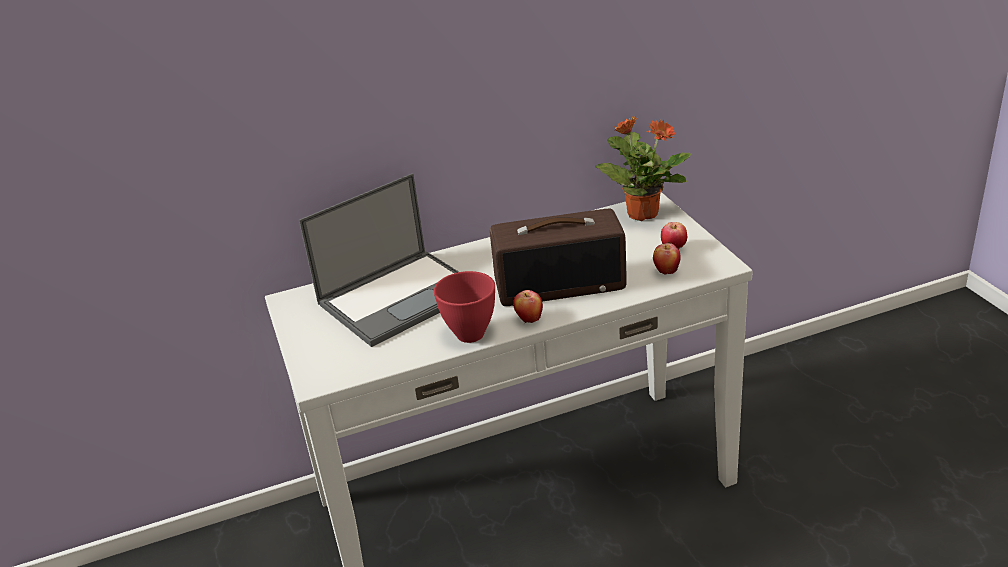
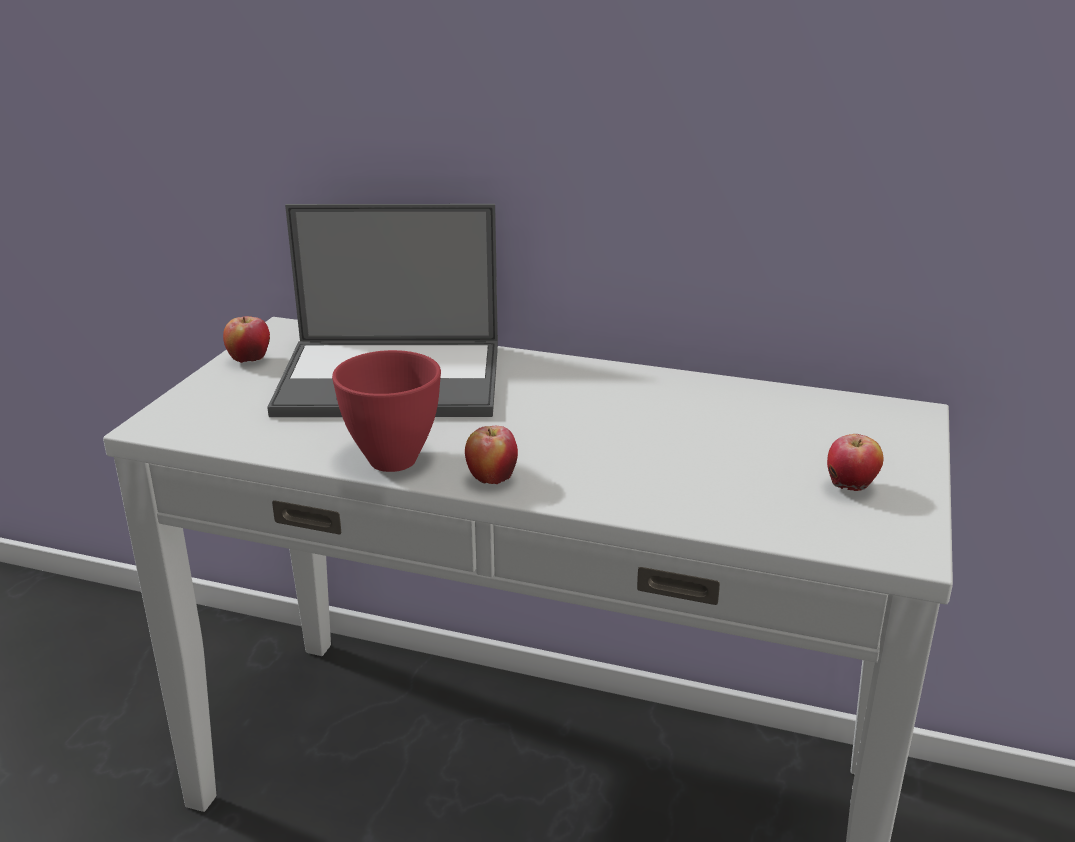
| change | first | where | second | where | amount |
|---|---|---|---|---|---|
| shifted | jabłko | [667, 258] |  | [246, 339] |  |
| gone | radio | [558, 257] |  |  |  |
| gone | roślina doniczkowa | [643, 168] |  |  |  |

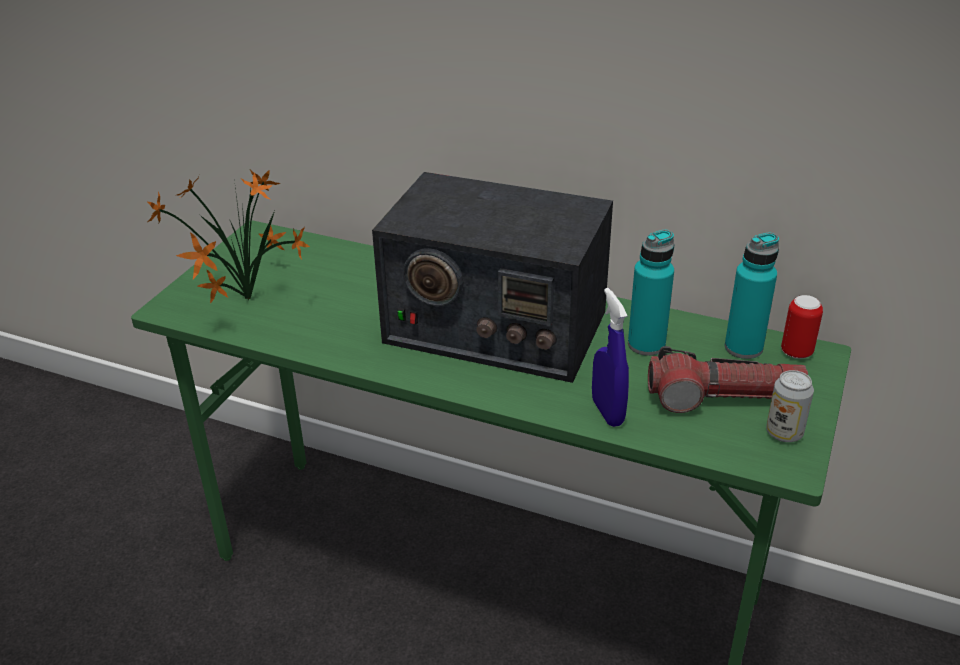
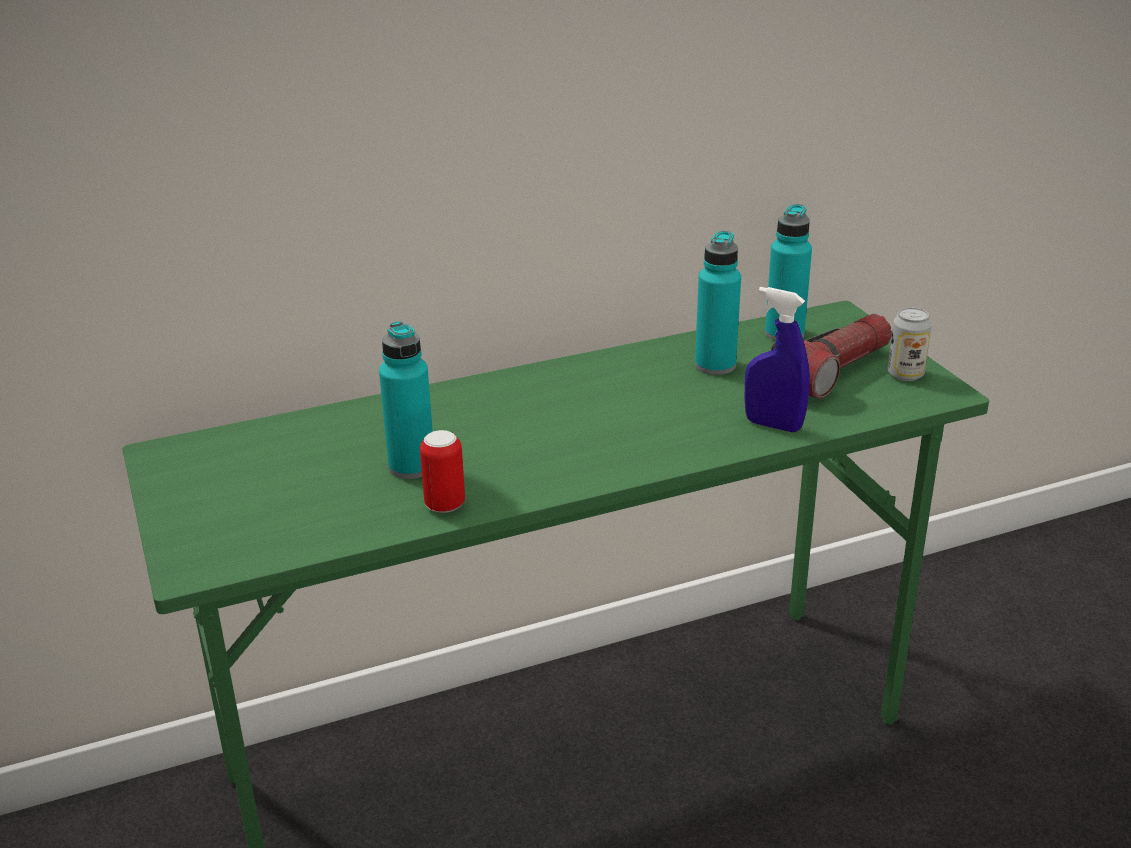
| change | first | where | second | where | amount |
|---|---|---|---|---|---|
| new |  |  | butelka (turkusowy) | [406, 400] |  |
| shifted | puszka | [802, 327] |  | [442, 471] |  |
| gone | roślina doniczkowa | [228, 236] |  |  |  |
| gone | radio | [492, 277] |  |  |  |

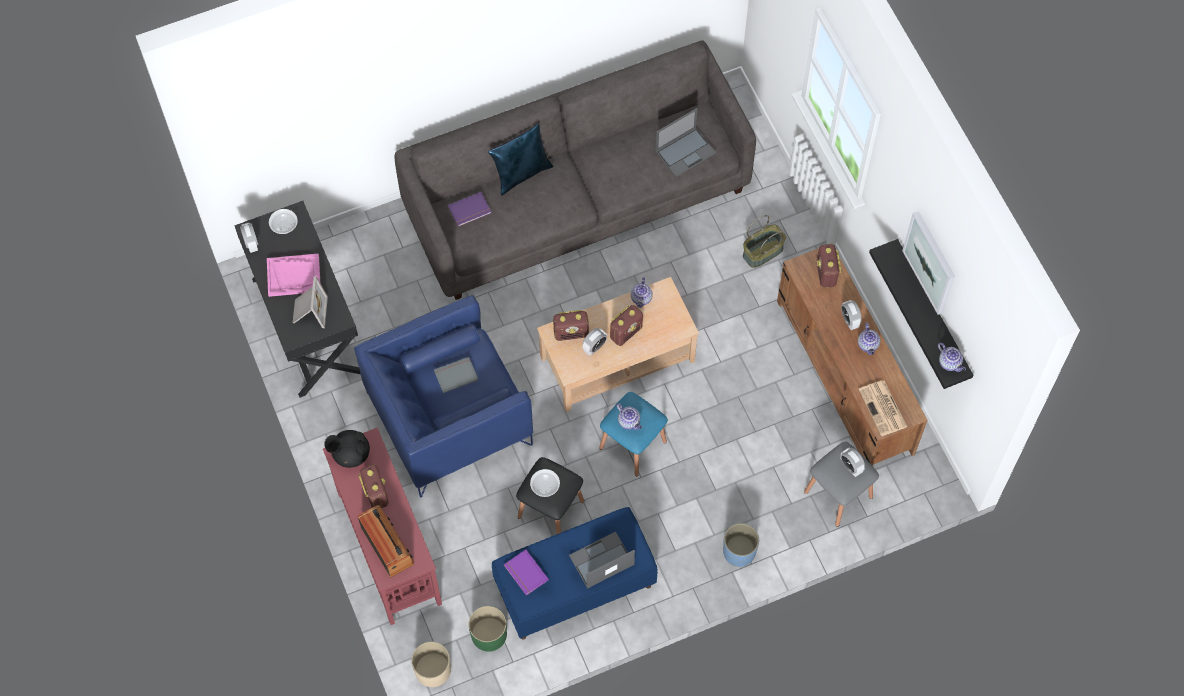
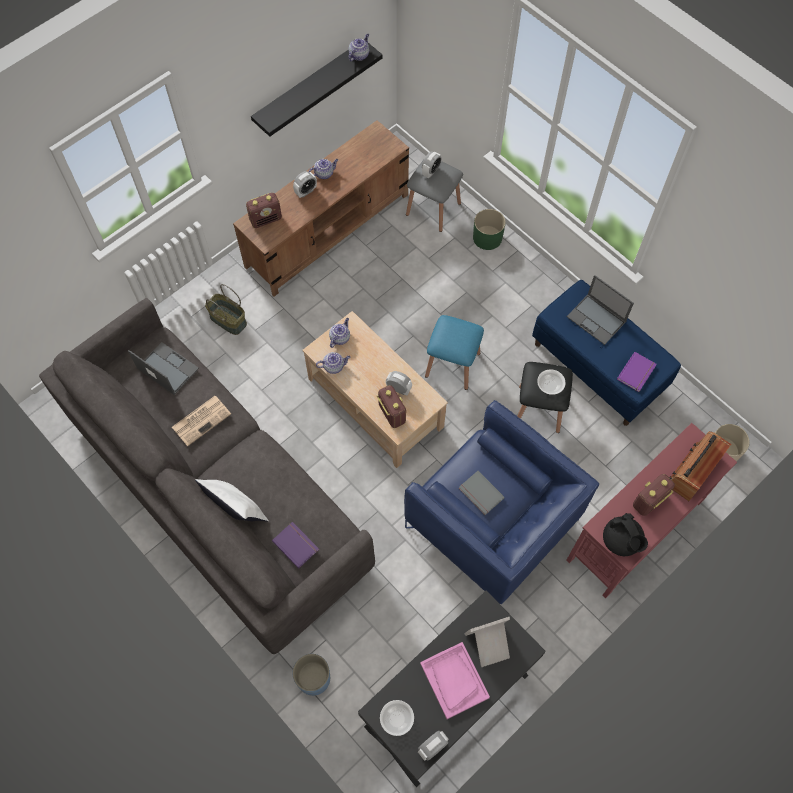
| change | first | where | second | where | amount |
|---|---|---|---|---|---|
| shifted | gazeta | [883, 408] |  | [201, 421] |  |
| repainted | poduszka (niebieski) | [520, 159] | poduszka (biały) | [232, 500] |  |
| shifted | donica (niebieski) | [741, 545] |  | [311, 675] |  |
| shifted | imbryk | [629, 416] |  | [339, 333] |  |
| shifted | donica (zielony) | [487, 629] |  | [489, 229] |  |
| gone | radio | [626, 325] |  |  |  |
| gone | obraz | [928, 262] |  |  |  |

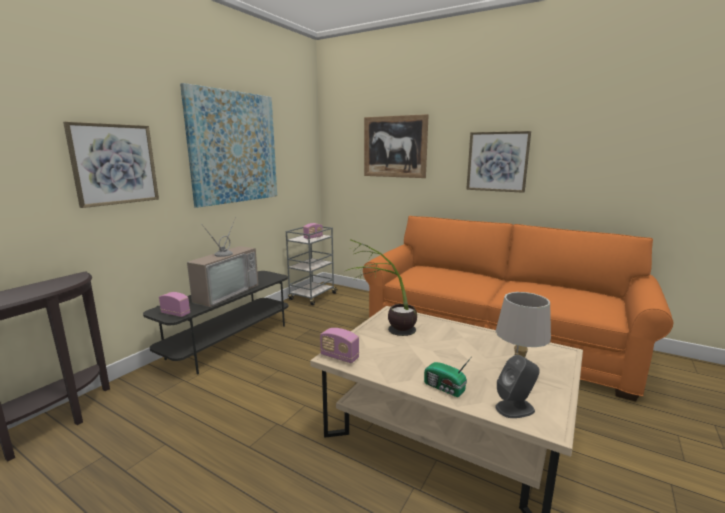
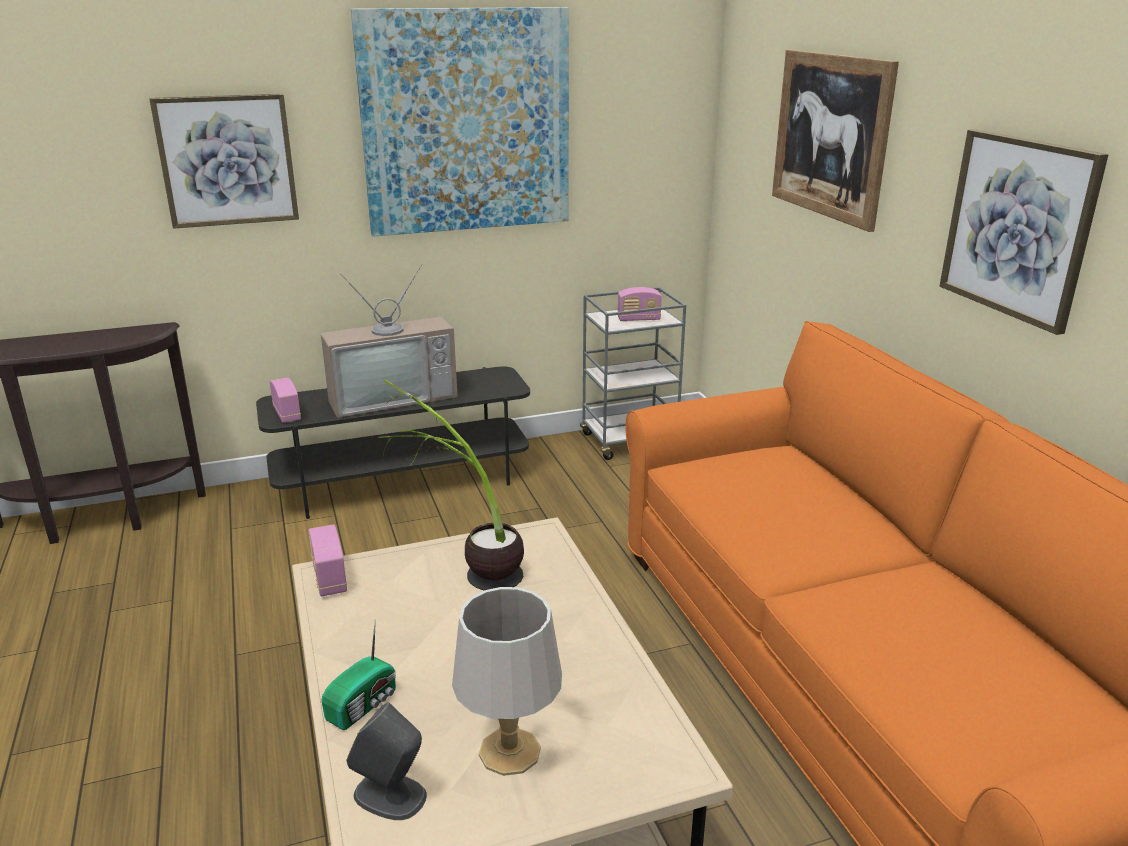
| change | first | where | second | where | amount |
|---|---|---|---|---|---|
| rotated | radio | [447, 377] |  | [358, 674] | 135 degrees counterclockwise |

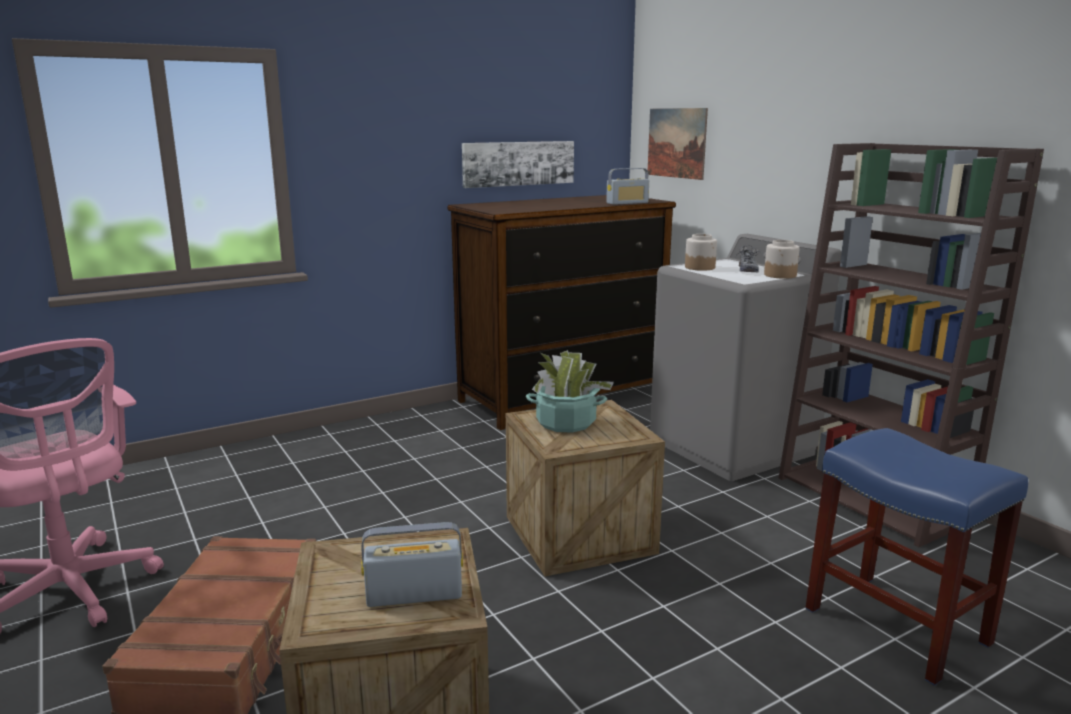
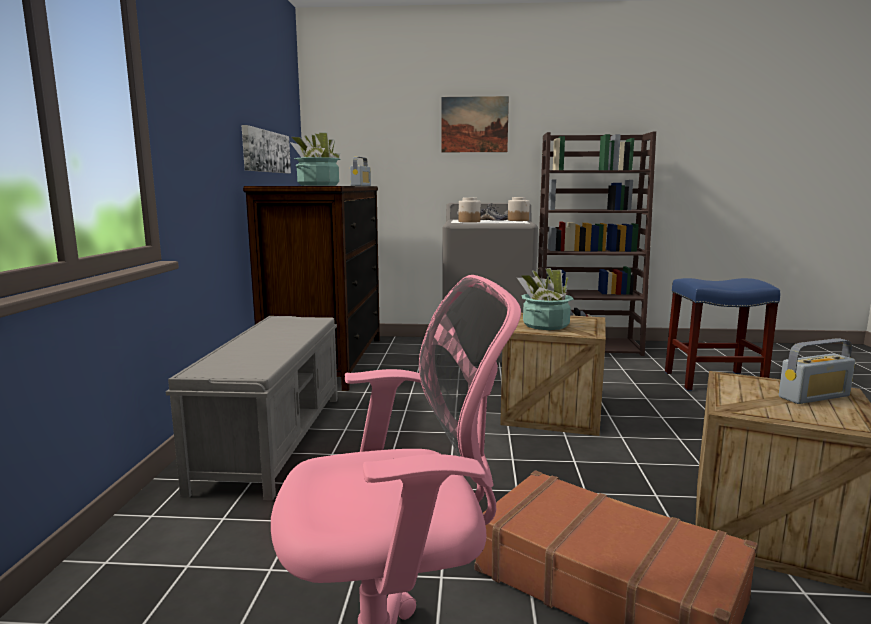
| change | first | where | second | where | amount |
|---|---|---|---|---|---|
| new |  |  | ławka (szary) | [252, 408] |  |
| new |  |  | roślina doniczkowa | [315, 159] |  |
| shifted | obraz | [678, 144] |  | [475, 124] |  |
| rotated | radio | [412, 564] |  | [816, 371] | 135 degrees counterclockwise |

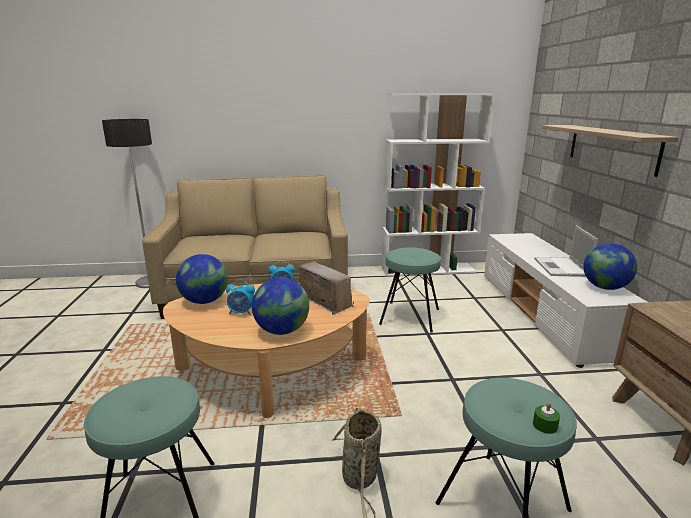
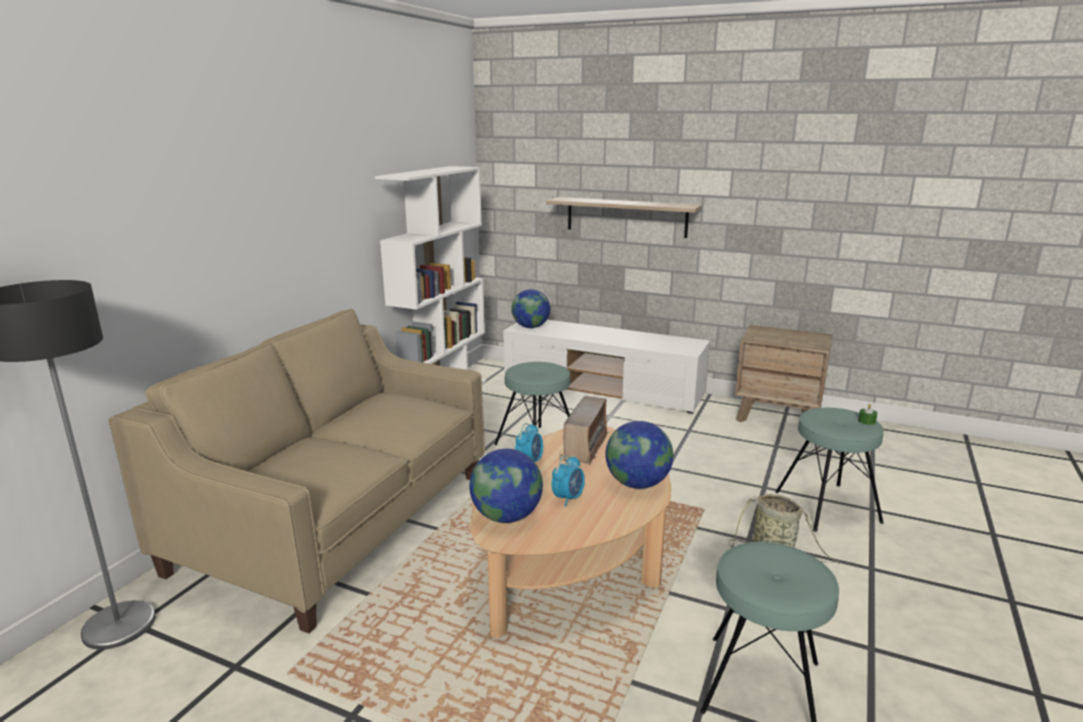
| change | first | where | second | where | amount |
|---|---|---|---|---|---|
| shifted | globus | [610, 266] |  | [530, 308] |  |
| rotated | radio | [325, 288] |  | [584, 430] | 120 degrees clockwise |
| gone | laptop | [566, 251] |  |  |  |

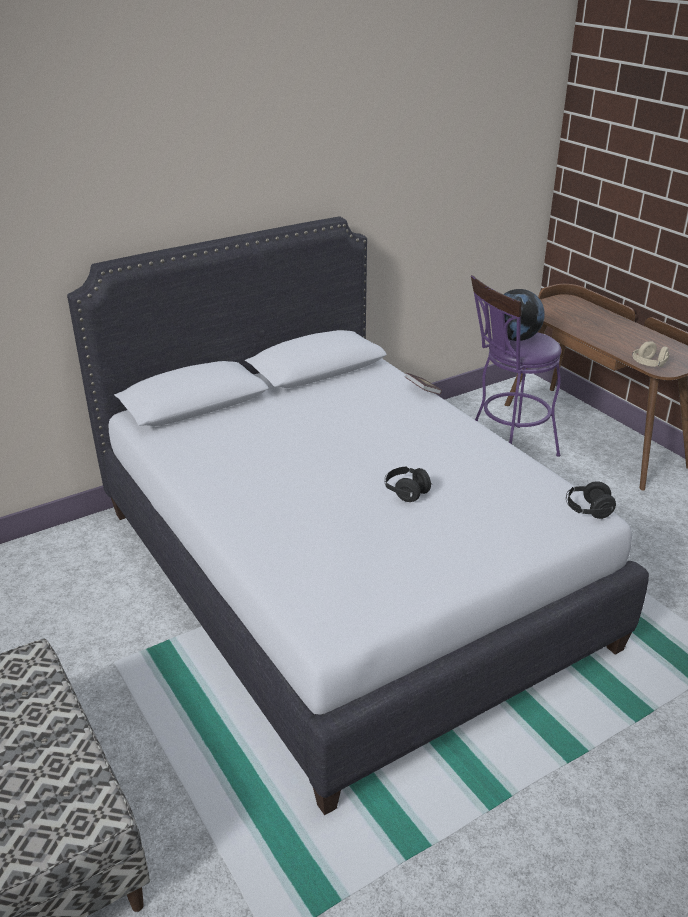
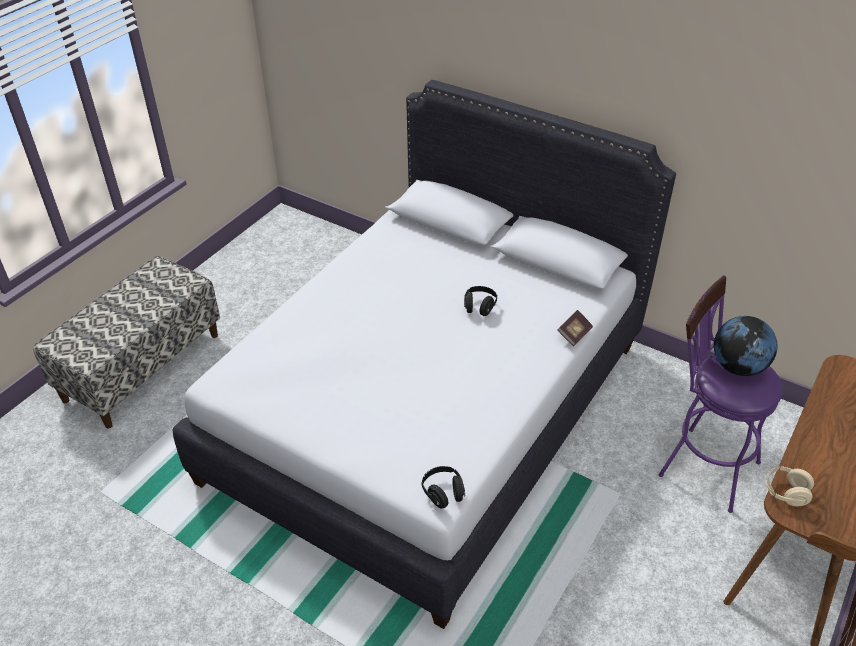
| change | first | where | second | where | amount |
|---|---|---|---|---|---|
| shifted | słuchawki (czarny) | [408, 484] |  | [480, 301] |  |

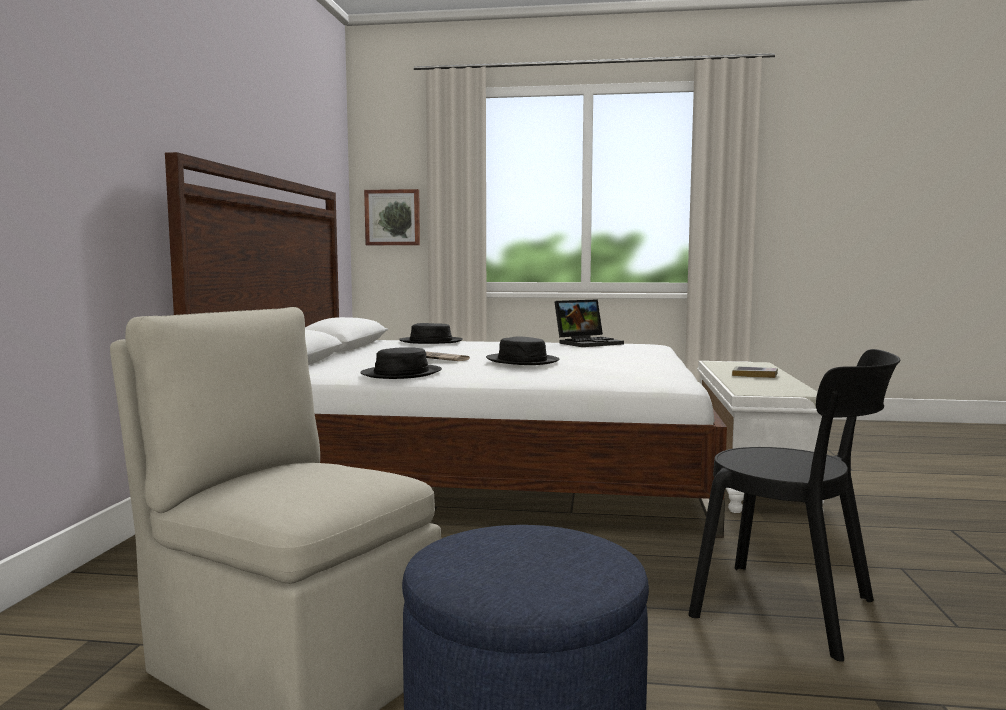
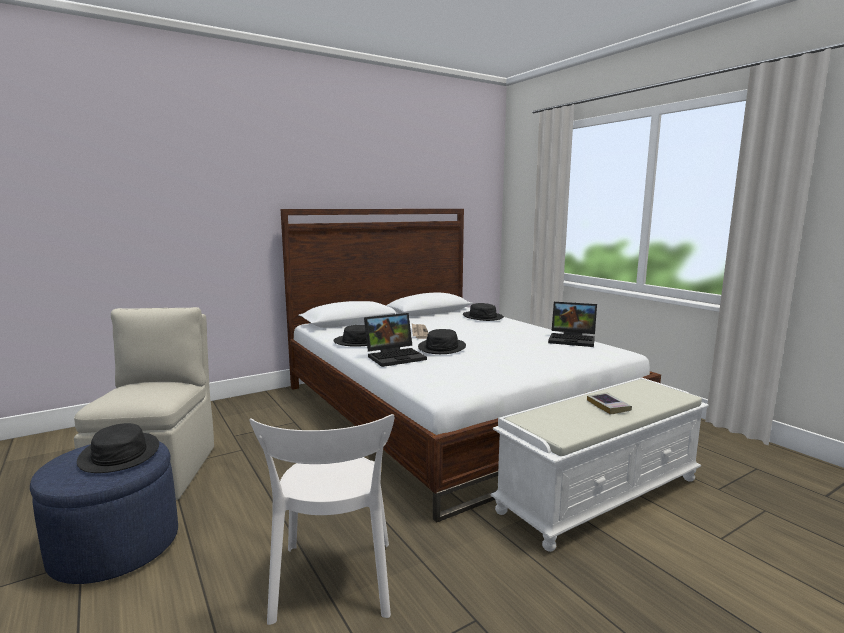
| change | first | where | second | where | amount |
|---|---|---|---|---|---|
| new |  |  | kapelusz (czarny) | [118, 448] |  |
| repainted | krzesło (czarny) | [794, 505] | krzesło (biały) | [321, 519] |  |
| new |  |  | laptop | [395, 340] |  |
| gone | obraz | [392, 217] |  |  |  |

